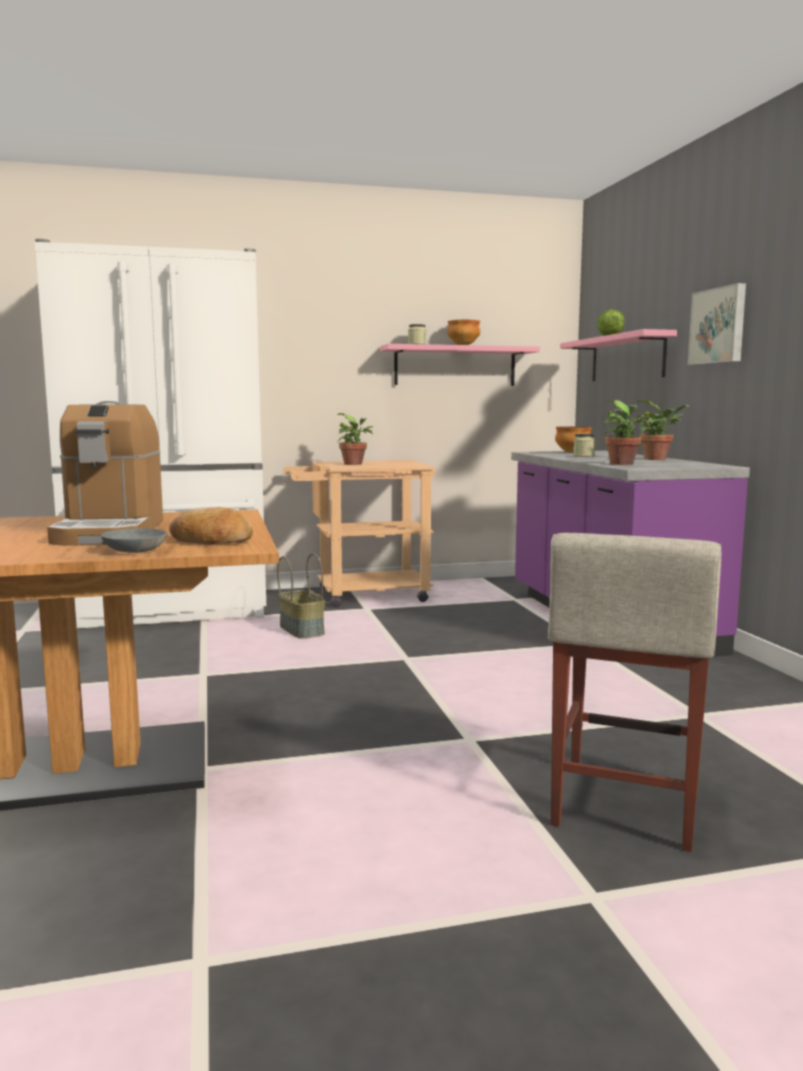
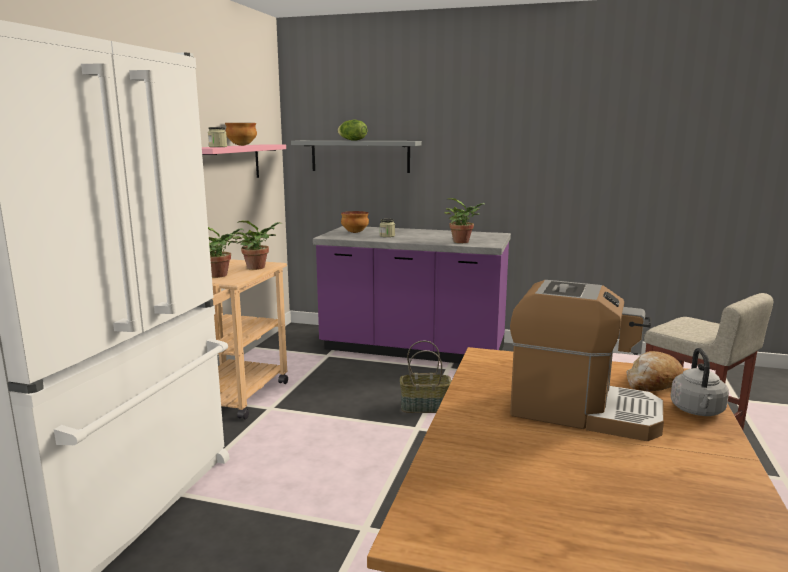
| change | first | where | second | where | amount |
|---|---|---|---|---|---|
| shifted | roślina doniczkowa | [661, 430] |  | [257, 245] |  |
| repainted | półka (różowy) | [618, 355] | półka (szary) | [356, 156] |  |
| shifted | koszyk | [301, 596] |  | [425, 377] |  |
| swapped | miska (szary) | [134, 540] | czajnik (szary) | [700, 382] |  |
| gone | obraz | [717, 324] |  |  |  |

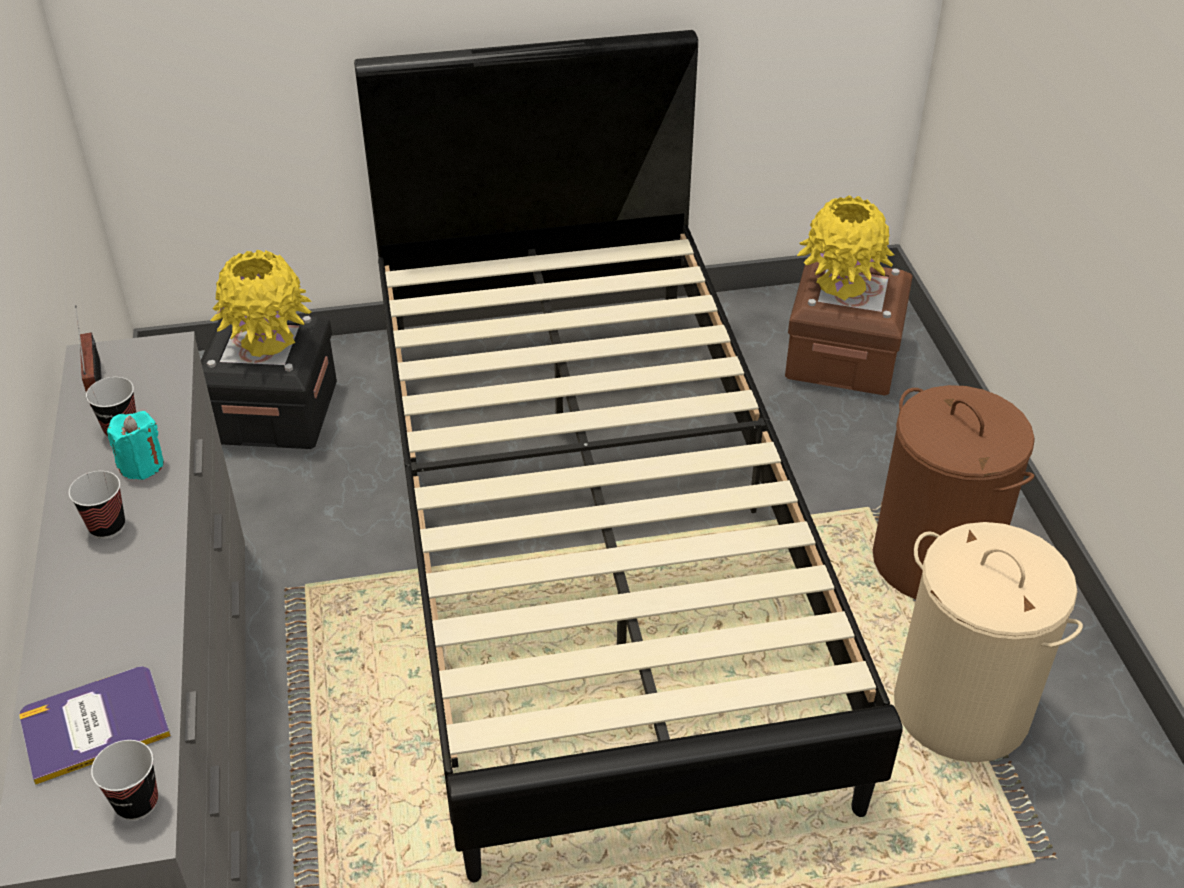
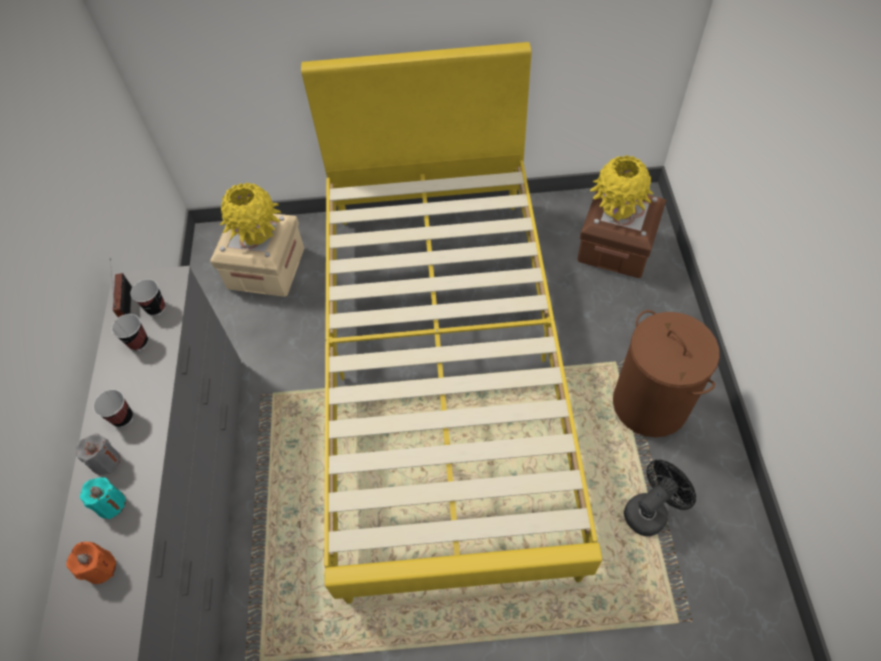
| change | first | where | second | where | amount |
|---|---|---|---|---|---|
| swapped | książka | [95, 726] | świeca (pomarańczowy) | [91, 563] |  |
| new |  |  | świeca (szary) | [98, 454] |  |
| shifted | świeca (turkusowy) | [135, 445] |  | [103, 498] |  |
| shifted | filiżanka | [124, 780] |  | [148, 297] |  |
| repainted | pojemnik do przechowywania (czarny) | [269, 382] | pojemnik do przechowywania (beżowy) | [257, 255] |  |
| repainted | łóżko (czarny) | [628, 456] | łóżko (żółty) | [451, 323] |  |
| swapped | kosz na pranie (beżowy) | [988, 642] | wentylator (czarny) | [660, 498] |  |

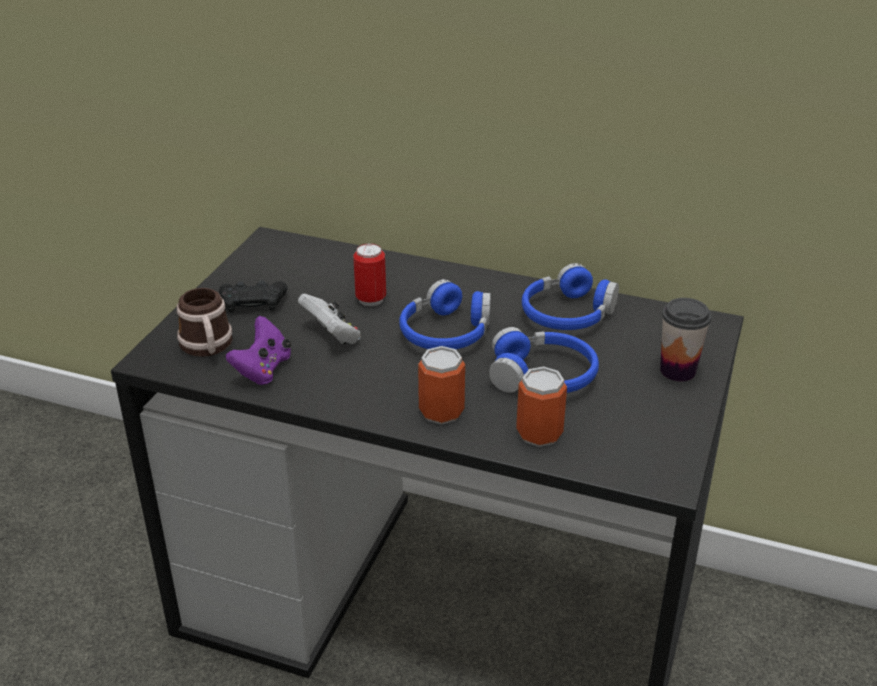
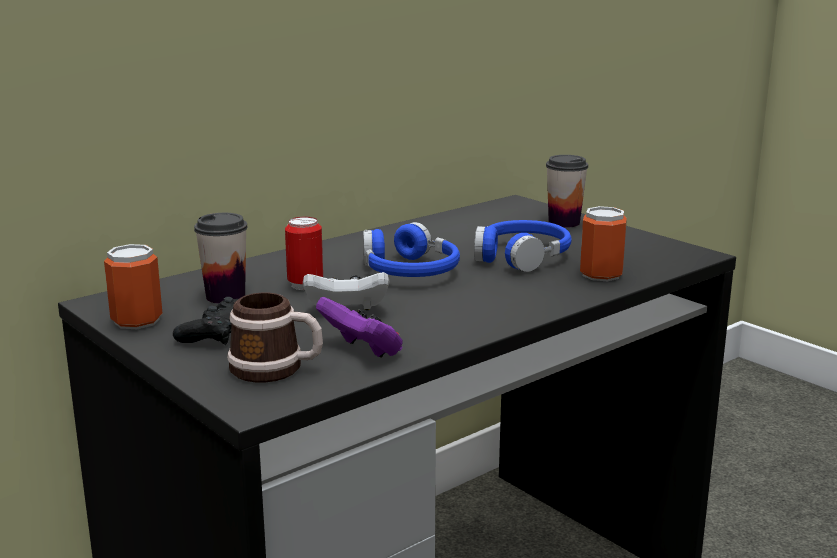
| change | first | where | second | where | amount |
|---|---|---|---|---|---|
| shifted | puszka | [441, 385] |  | [133, 286] |  |
| new |  |  | filiżanka | [221, 258] |  |
| gone | słuchawki (niebieski) | [570, 296] |  |  |  |

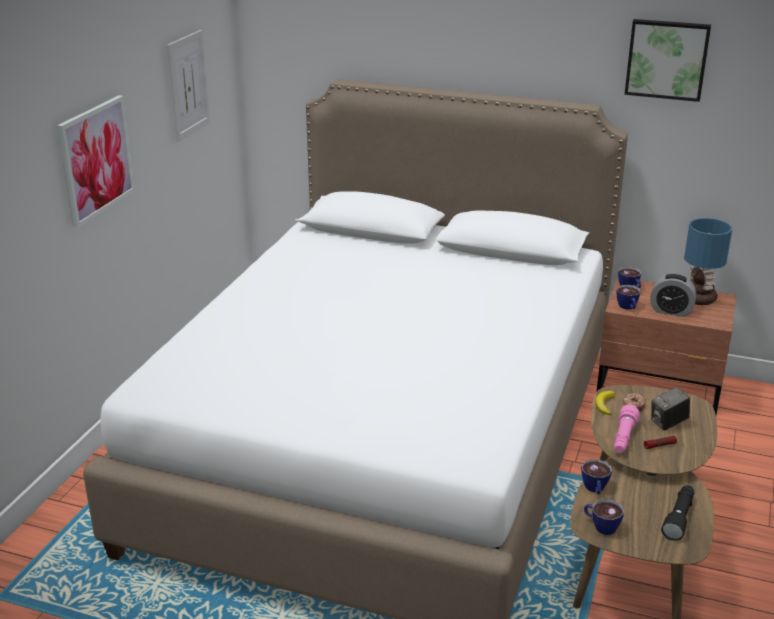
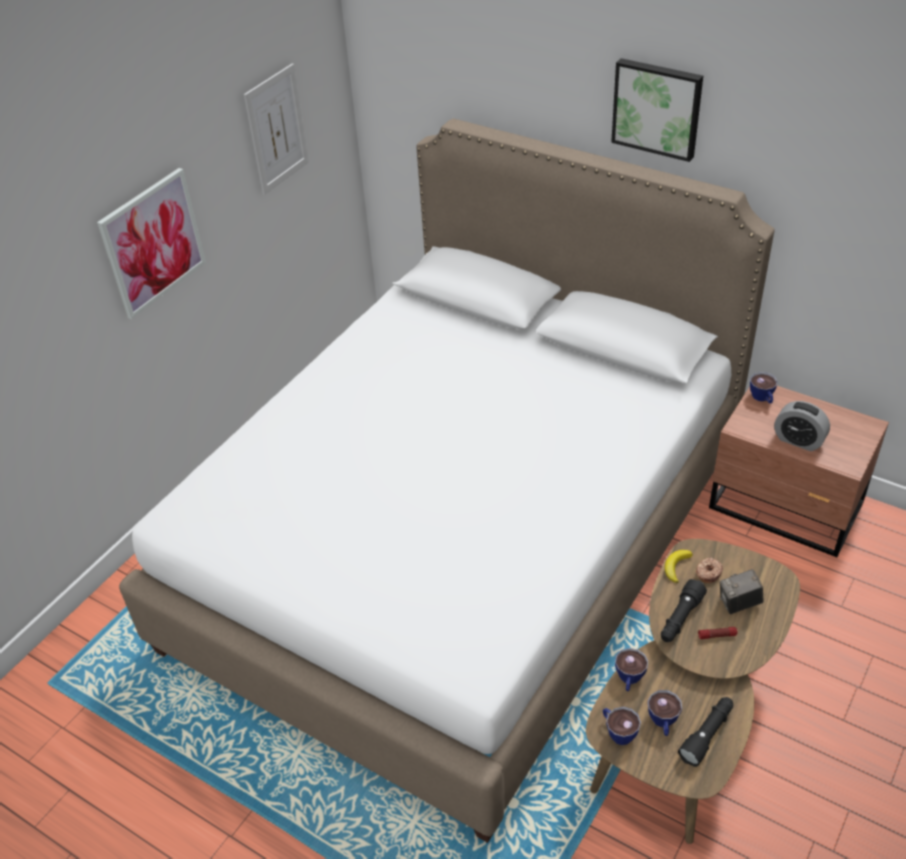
| change | first | where | second | where | amount |
|---|---|---|---|---|---|
| shifted | obraz | [667, 60] |  | [657, 110] |  |
| shifted | filiżanka | [628, 297] |  | [665, 713] |  |
| repainted | latarka (różowy) | [627, 429] | latarka (czarny) | [684, 610] |  |
| gone | lampa stołowa | [708, 261] |  |  |  |

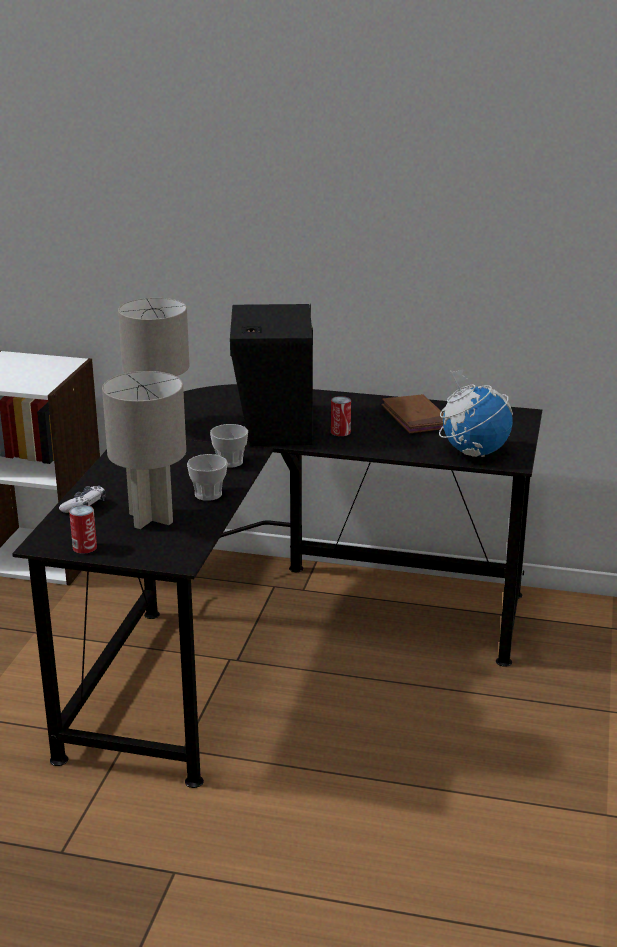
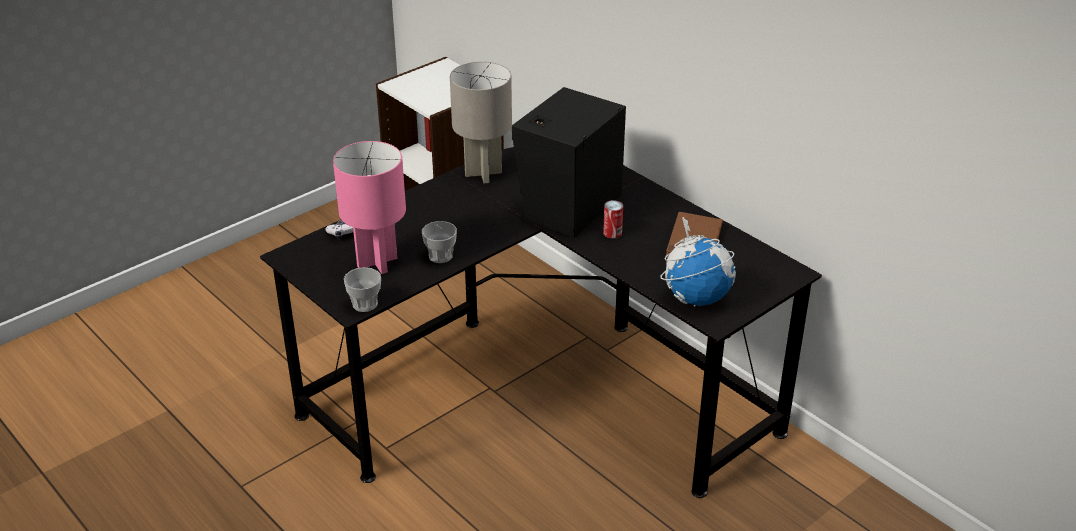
| change | first | where | second | where | amount |
|---|---|---|---|---|---|
| repainted | lampa stołowa (szary) | [144, 450] | lampa stołowa (różowy) | [369, 207] |  |
| shifted | filiżanka | [229, 446] |  | [362, 289] |  |
| gone | puszka | [83, 529] |  |  |  |

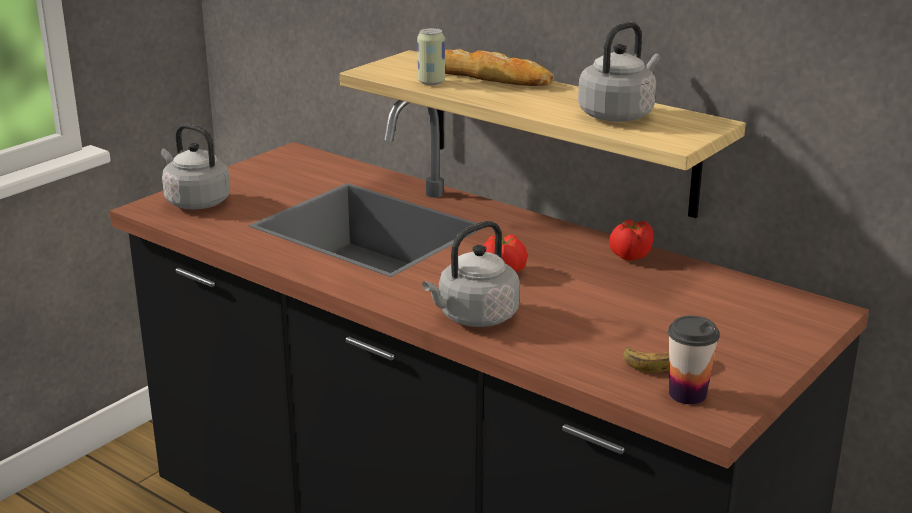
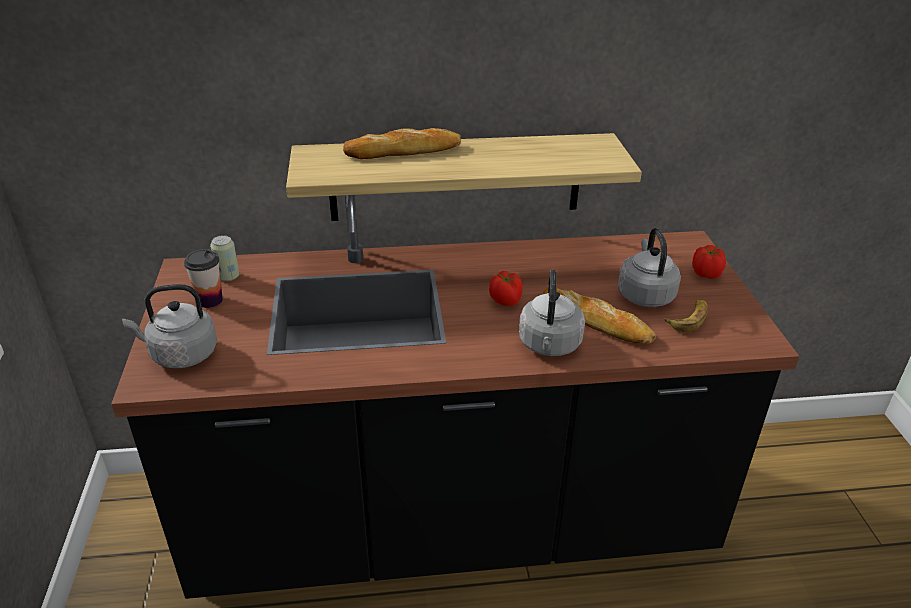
| change | first | where | second | where | amount |
|---|---|---|---|---|---|
| shifted | filiżanka | [693, 360] |  | [203, 278] |  |
| shifted | puszka | [431, 56] |  | [225, 258] |  |
| new |  |  | chleb | [599, 316] |  |
| shifted | czajnik (szary) | [619, 72] |  | [649, 267] |  |
| shifted | pomidor | [631, 240] |  | [709, 262] |  |

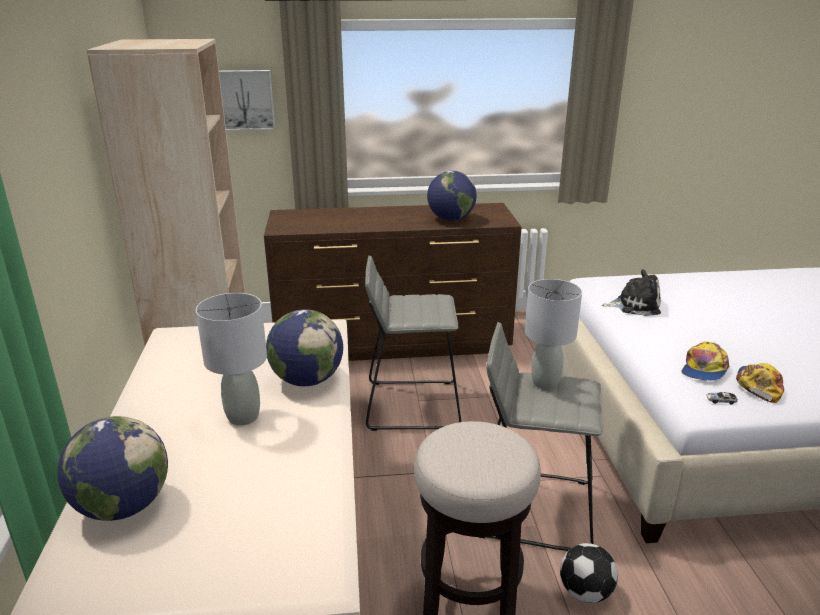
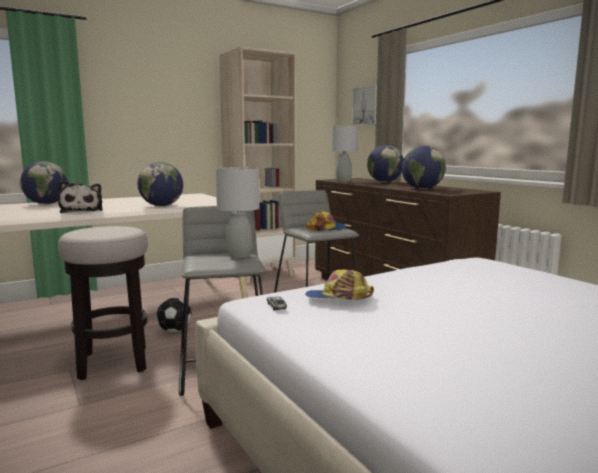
| change | first | where | second | where | amount |
|---|---|---|---|---|---|
| shifted | pluszak | [631, 292] |  | [80, 196] |  |
| shifted | piłka futbolowa | [589, 573] |  | [174, 315] |  |
| shifted | czapka z daszkiem | [760, 383] |  | [326, 221] |  |
| shifted | lampa stołowa (szary) | [231, 359] |  | [344, 154] |  |
| new |  |  | globus | [385, 163] |  |

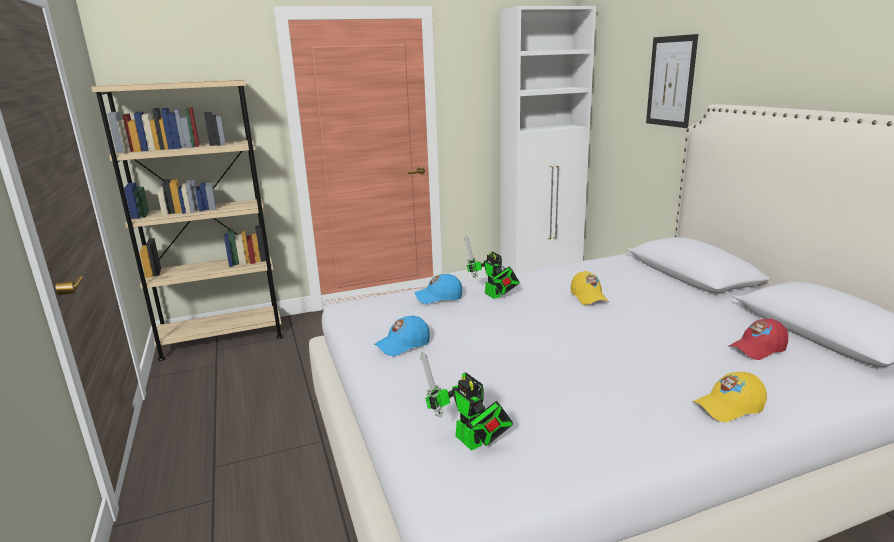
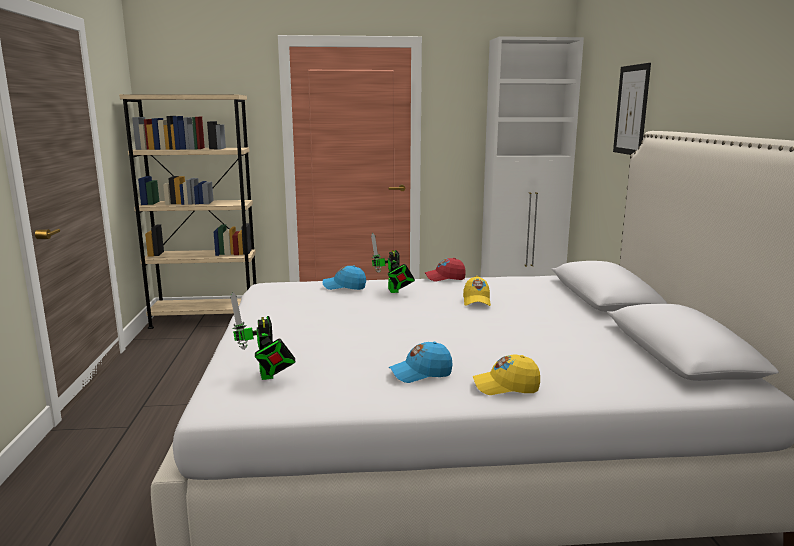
| change | first | where | second | where | amount |
|---|---|---|---|---|---|
| shifted | czapka z daszkiem (niebieski) | [402, 335] |  | [421, 362] |  |
| shifted | czapka z daszkiem (czerwony) | [758, 339] |  | [445, 270] |  |

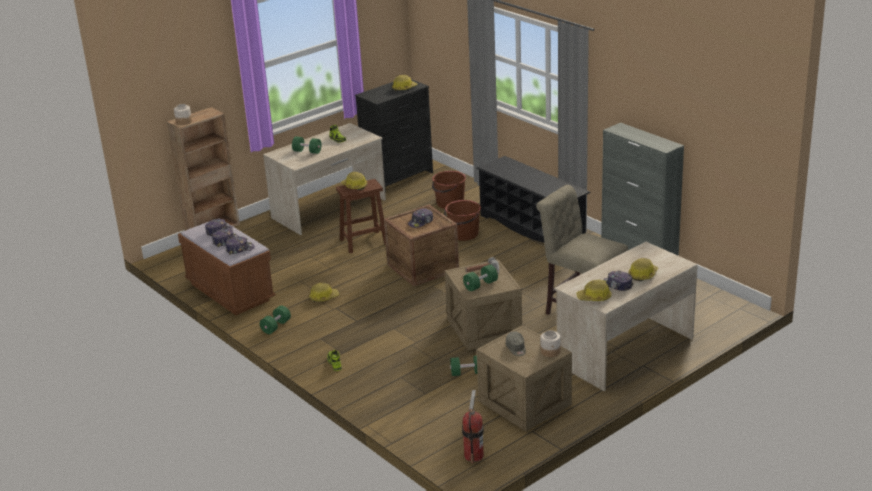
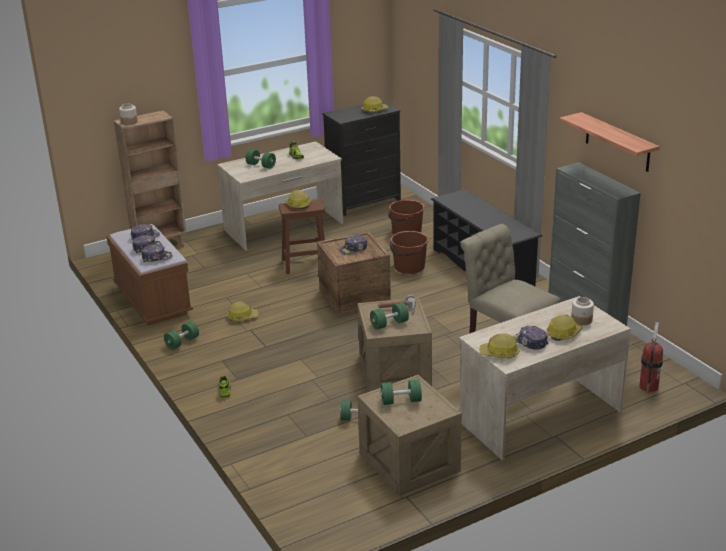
| change | first | where | second | where | amount |
|---|---|---|---|---|---|
| swapped | czapka z daszkiem (szary) | [516, 343] | hantel (zielony) | [401, 392] |  |
| new |  |  | półka | [610, 142] |  |
| shifted | słoik | [550, 343] |  | [582, 311] |  |
| shifted | gaśnica | [473, 427] |  | [651, 357] |  |

